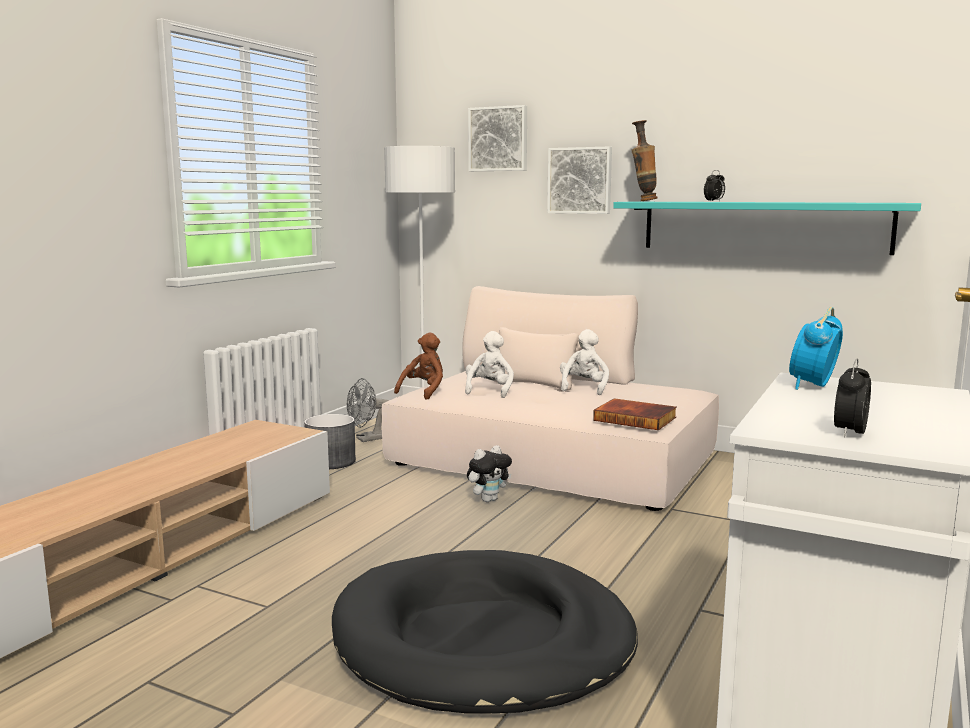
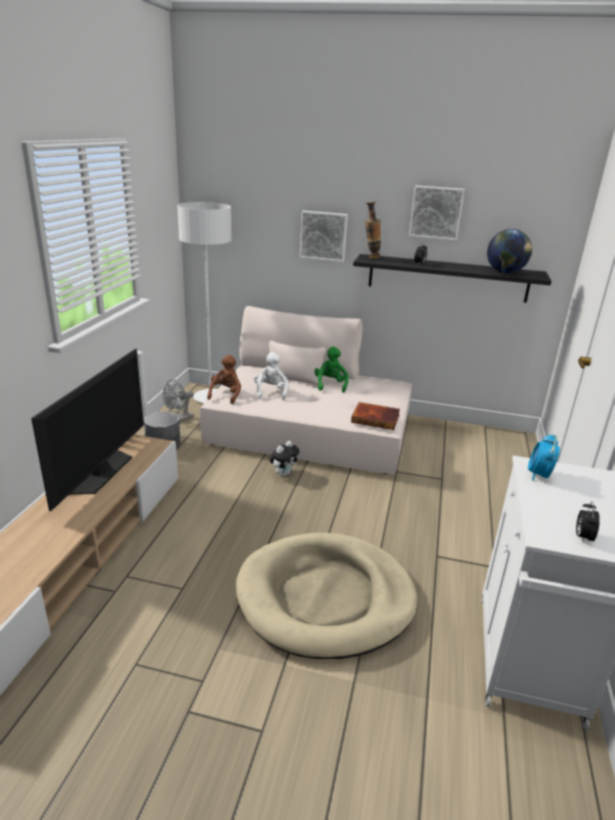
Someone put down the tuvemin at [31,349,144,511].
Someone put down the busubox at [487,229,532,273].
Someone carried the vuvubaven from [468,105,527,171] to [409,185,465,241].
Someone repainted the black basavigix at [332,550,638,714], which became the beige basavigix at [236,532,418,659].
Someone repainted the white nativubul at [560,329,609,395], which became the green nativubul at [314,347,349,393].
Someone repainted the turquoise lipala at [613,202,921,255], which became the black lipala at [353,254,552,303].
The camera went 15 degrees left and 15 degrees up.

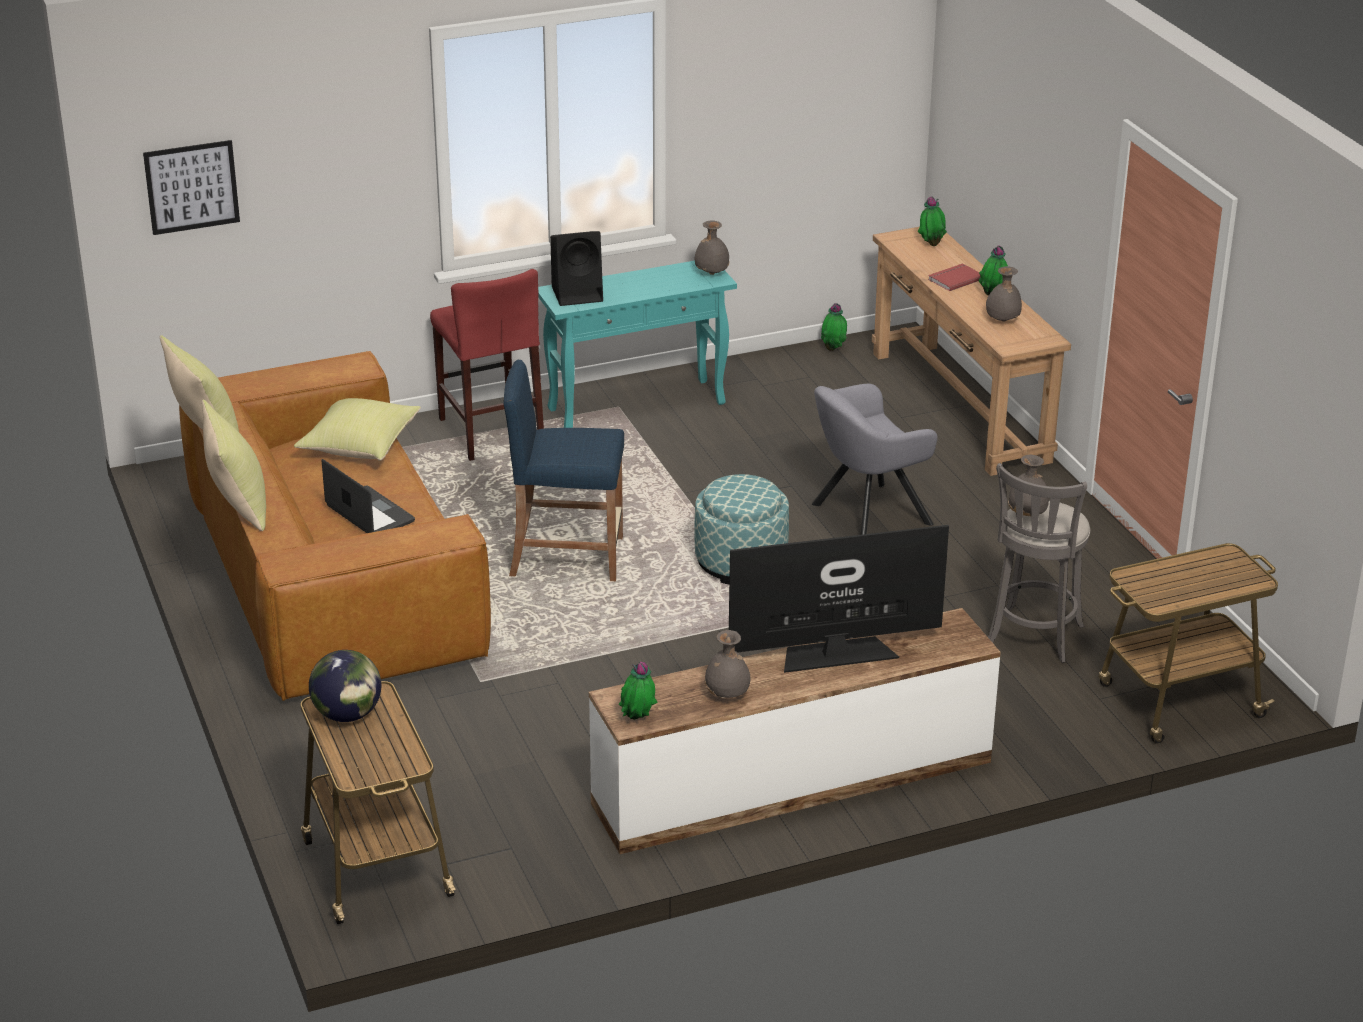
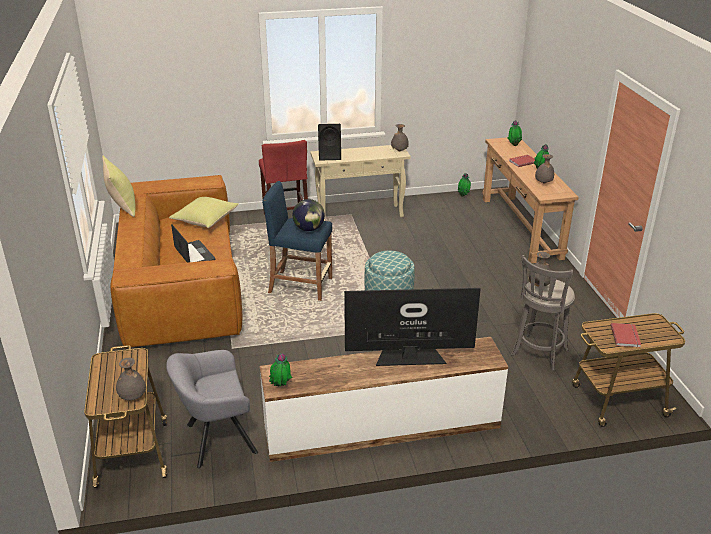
Someone took away the vuvubaven at [143,140,240,235].
Someone took away the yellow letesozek at [202,400,266,531].
Someone put down the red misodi at [611,323,641,348].
Someone carried the busubox from [309,650,381,722] to [293,199,325,231].
Someone carried the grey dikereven from [705,630,751,699] to [116,358,146,400].
Someone carried the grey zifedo from [812,384,938,535] to [166,350,258,468].
Someone repainted the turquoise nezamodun at [538,260,737,428], which became the beige nezamodun at [310,145,411,221].
The camera went 10 degrees right and 0 degrees up.

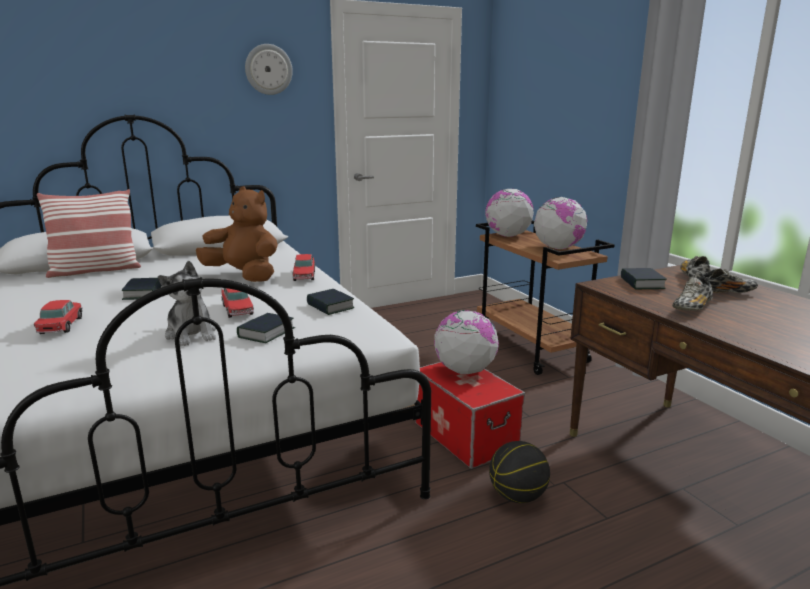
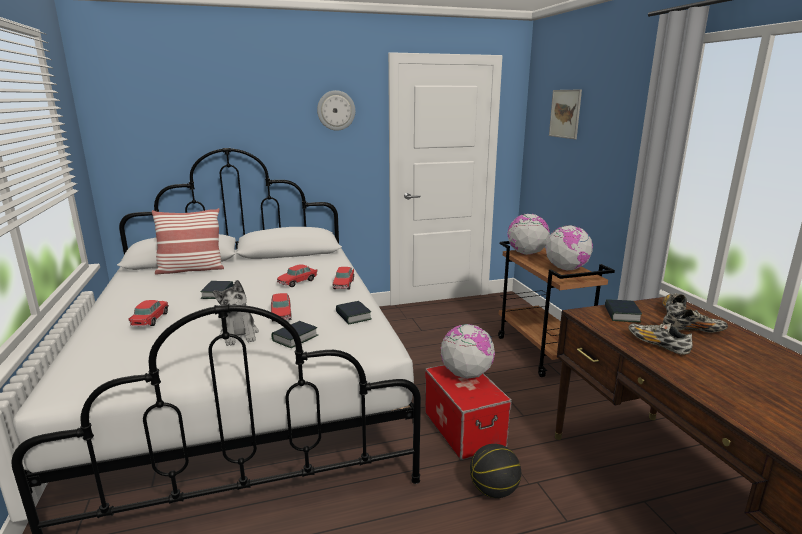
Someone put up the vuvubaven at [549,89,582,139].
Someone swapped the brown nativubul at [196,186,278,282] for the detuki at [277,264,318,287].
Someone rotated the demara at [672,277,713,311] by 90 degrees clockwise.
The camera went 10 degrees right and 0 degrees up.

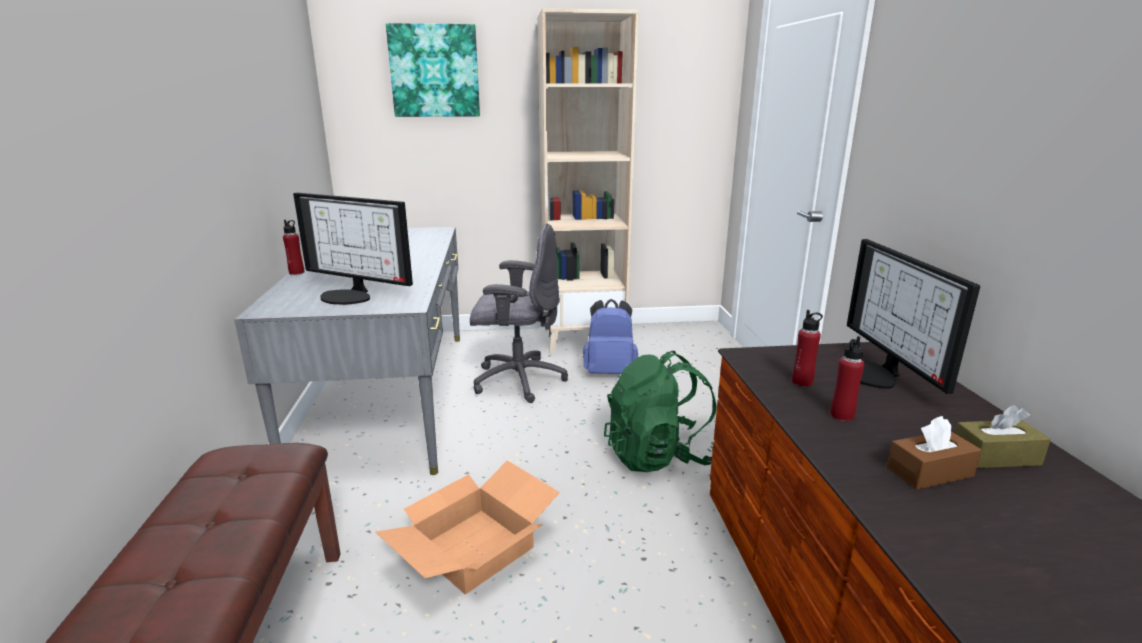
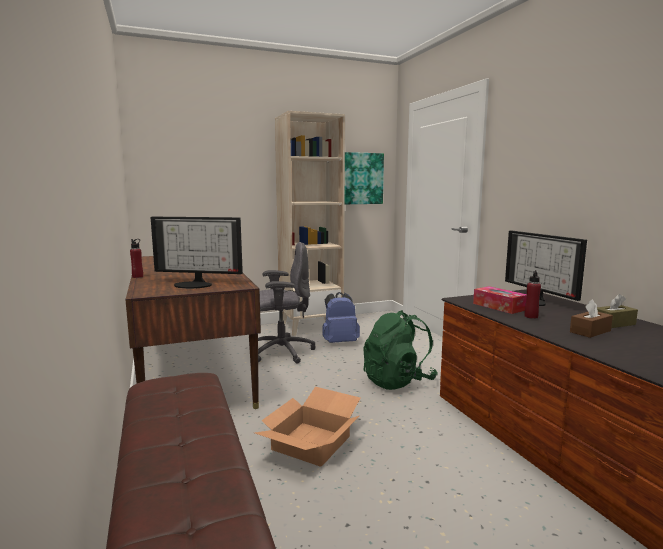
Someone carried the vuvubaven from [386,23,480,117] to [345,152,384,204].
Someone swapped the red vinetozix at [792,310,823,387] for the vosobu at [473,286,527,314].
Someone repainted the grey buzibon at [234,227,460,475], which became the brown buzibon at [125,256,261,409].
The camera went 15 degrees left and 10 degrees down.

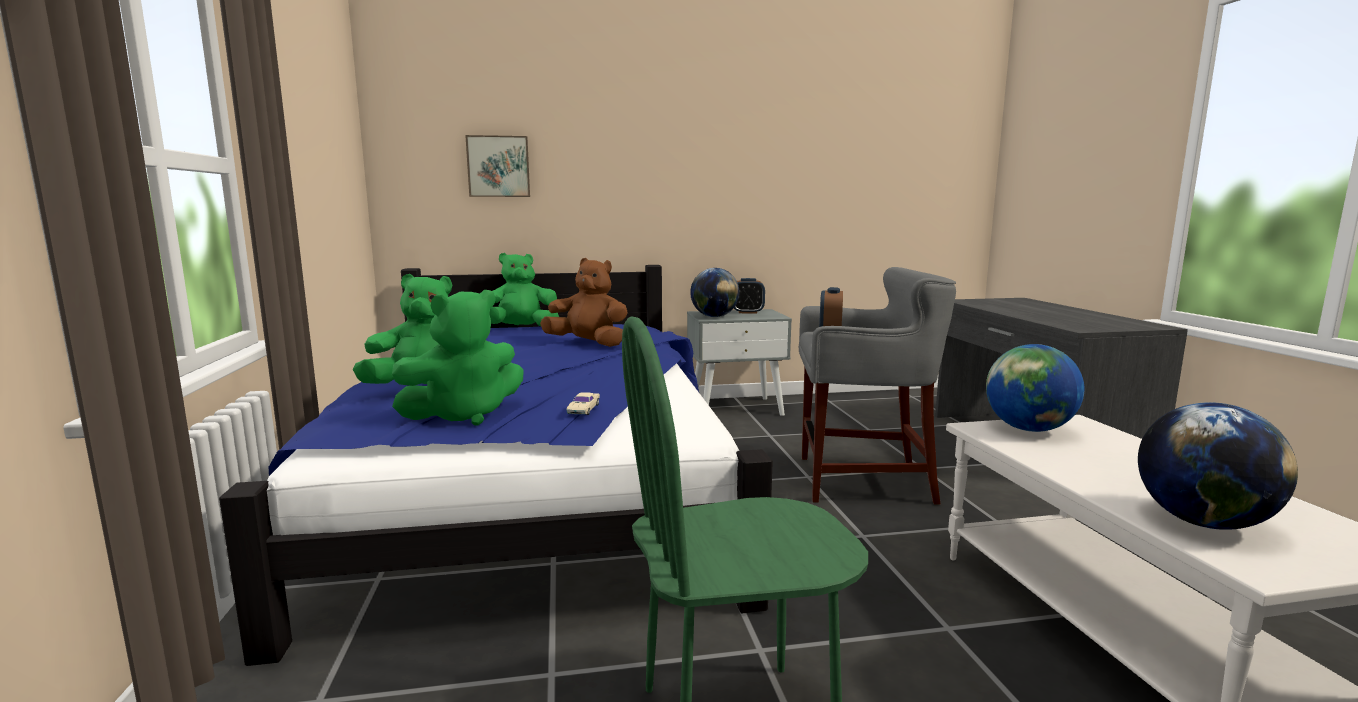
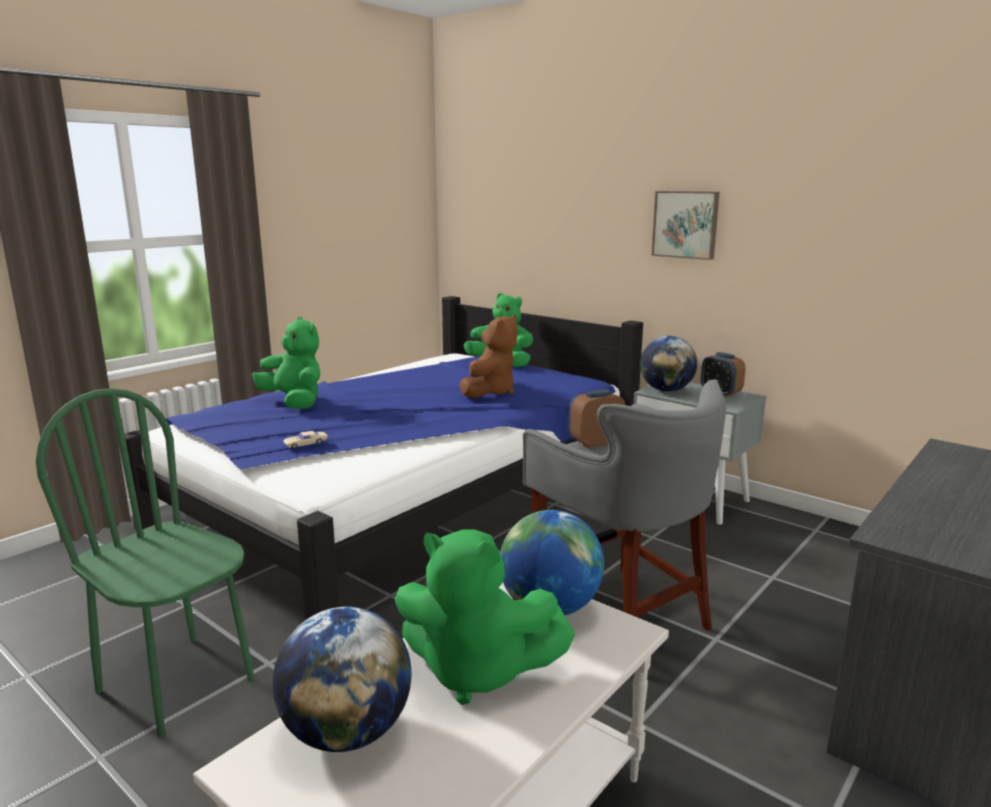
Someone carried the green nativubul from [392,290,524,426] to [394,530,576,705].
Someone carried the vuvubaven from [465,135,530,197] to [652,191,720,260].
Someone rotated the brown nativubul at [540,258,628,347] by 45 degrees clockwise.
The camera went 50 degrees right and 5 degrees up.

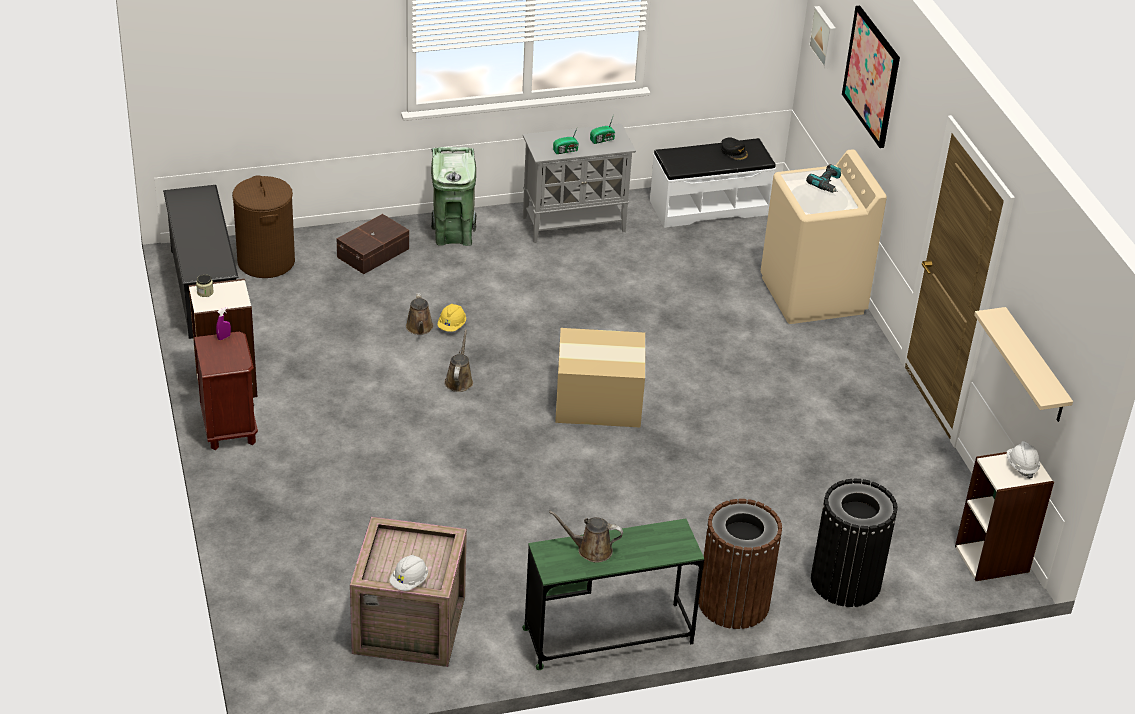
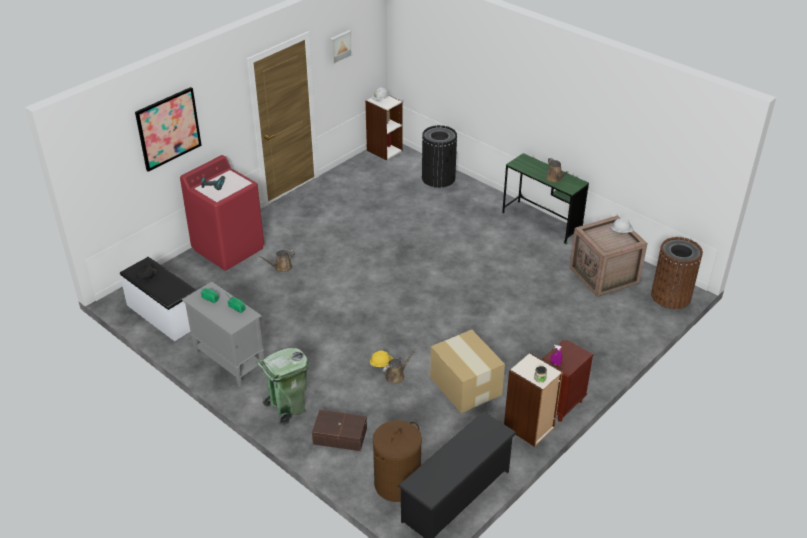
Someone took away the beige lipala at [974,307,1073,422].
Someone carried the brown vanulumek from [444,329,473,392] to [258,250,295,272].
Someone carried the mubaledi from [555,328,645,427] to [430,330,505,413].
Someone carried the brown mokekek from [698,499,782,629] to [651,237,703,309].
Someone carried the vuvubaven from [809,6,836,69] to [330,30,352,65].
Someone repainted the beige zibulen at [761,149,887,324], which became the red zibulen at [180,155,264,271].
The camera went 120 degrees left and 0 degrees up.

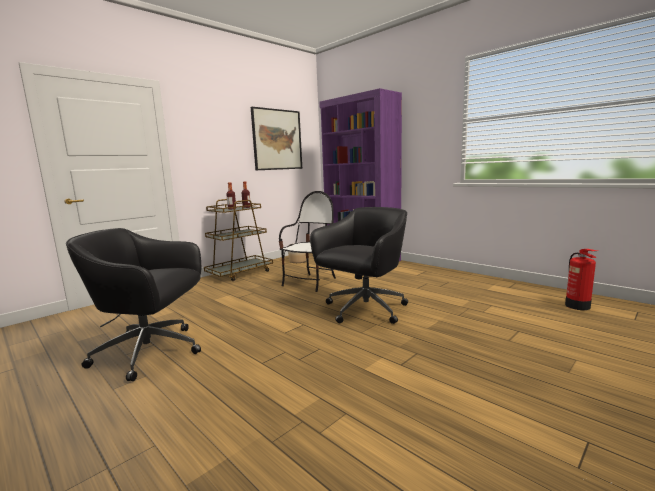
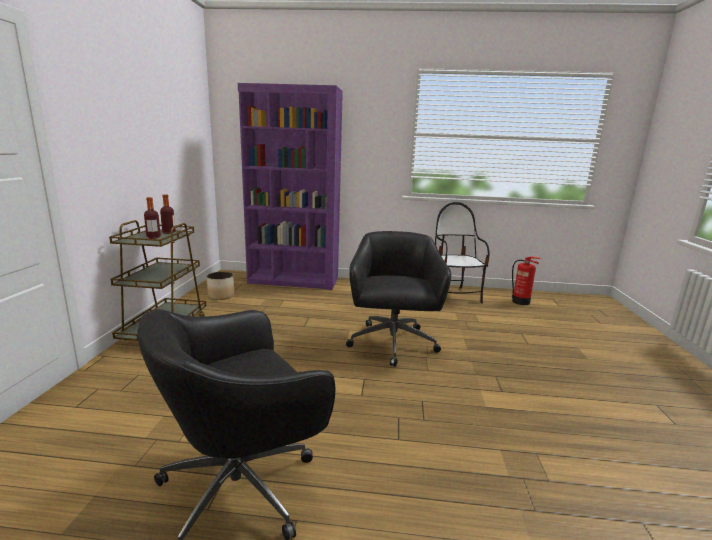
Someone took away the vuvubaven at [251,107,302,170].
Someone carried the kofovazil from [279,191,336,292] to [435,202,489,304].
The camera went 40 degrees left and 5 degrees up.

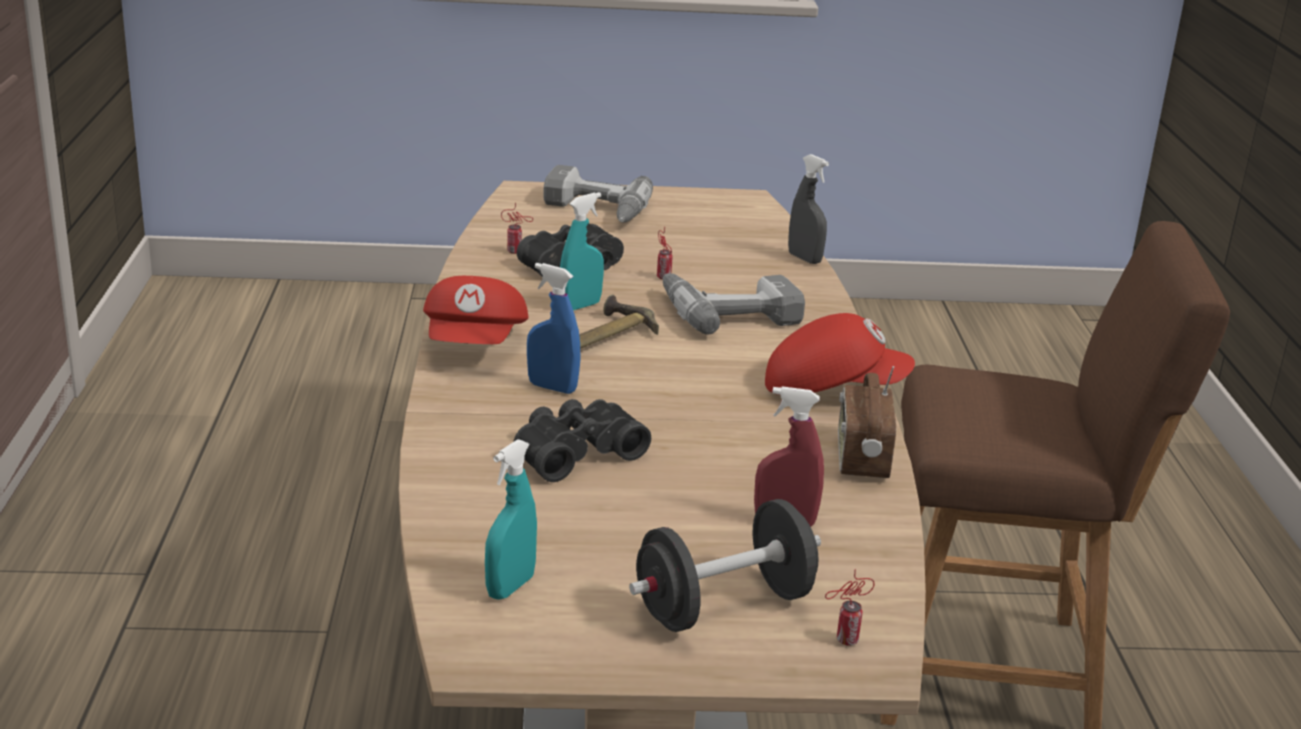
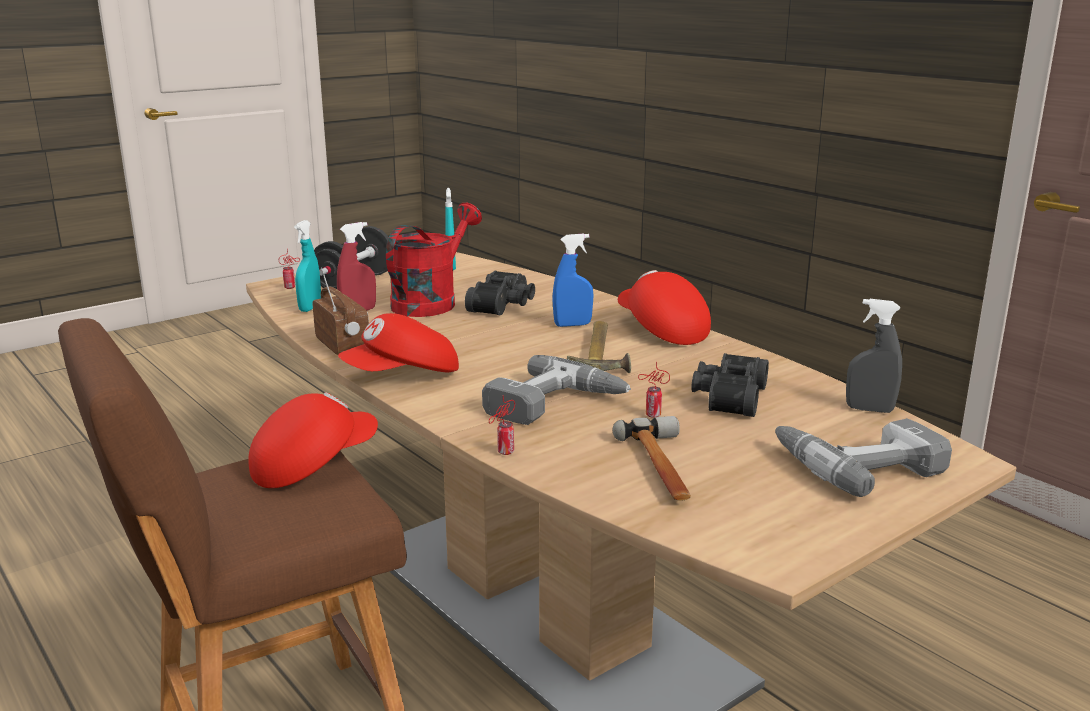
Someone put down the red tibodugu at [248,392,378,488].
Someone put down the red vanulumek at [386,203,482,317].
Someone put down the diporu at [613,416,691,501].
Someone carried the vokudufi from [501,202,533,254] to [489,396,515,455].
Someone carried the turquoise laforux from [560,192,604,310] to [294,220,321,312].
Someone carried the grey laforux from [788,154,829,264] to [846,299,902,413].
The camera went 145 degrees right and 5 degrees down.

